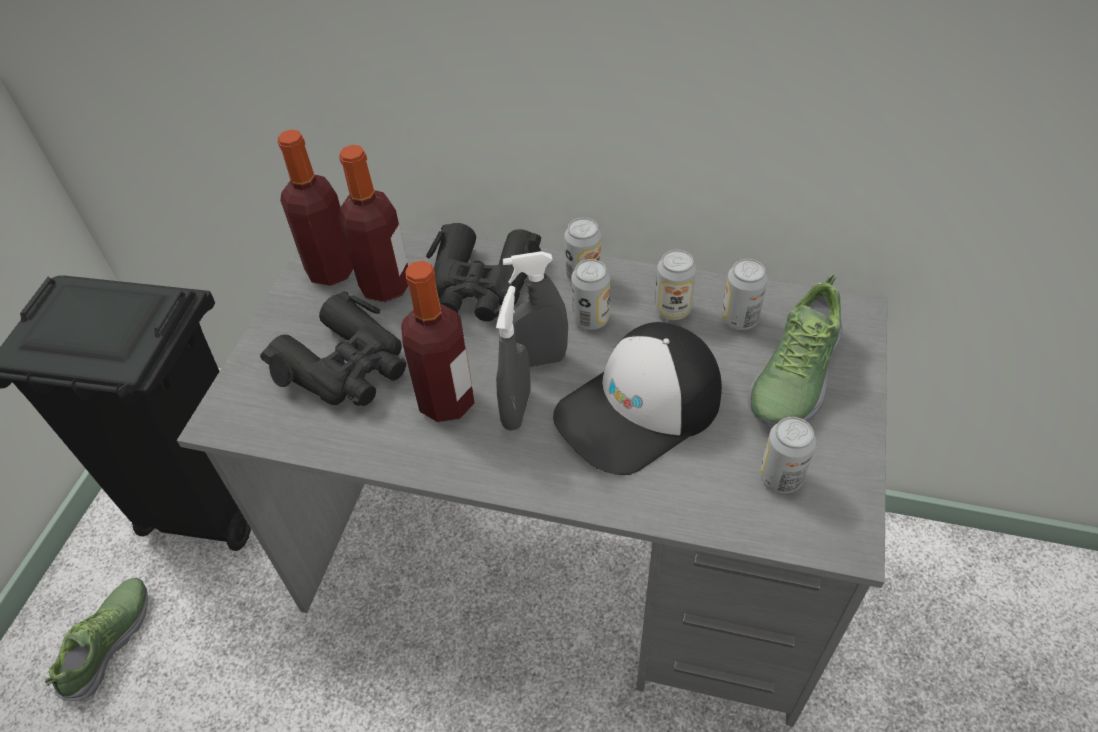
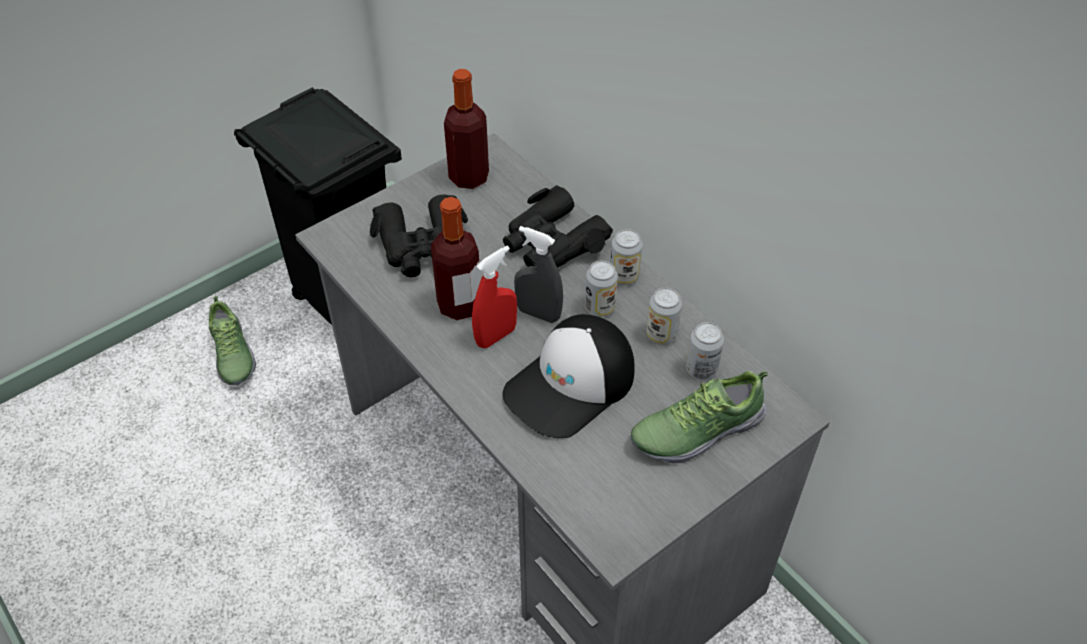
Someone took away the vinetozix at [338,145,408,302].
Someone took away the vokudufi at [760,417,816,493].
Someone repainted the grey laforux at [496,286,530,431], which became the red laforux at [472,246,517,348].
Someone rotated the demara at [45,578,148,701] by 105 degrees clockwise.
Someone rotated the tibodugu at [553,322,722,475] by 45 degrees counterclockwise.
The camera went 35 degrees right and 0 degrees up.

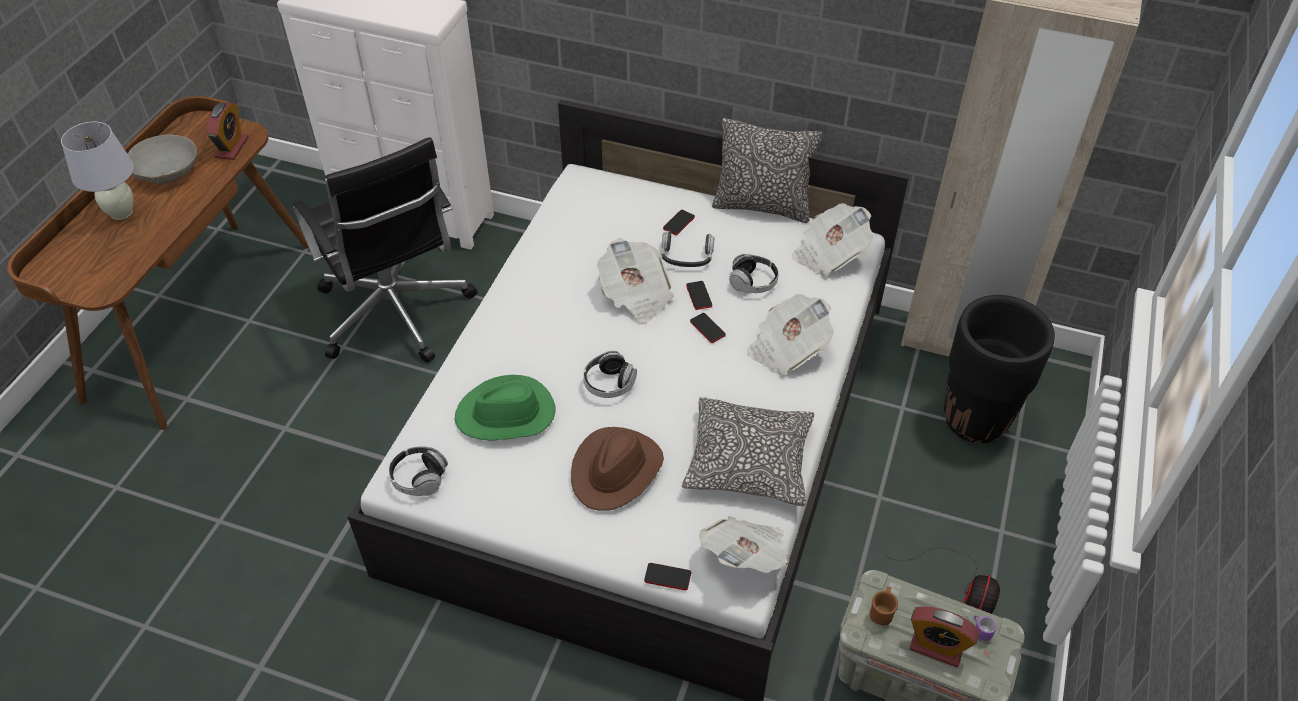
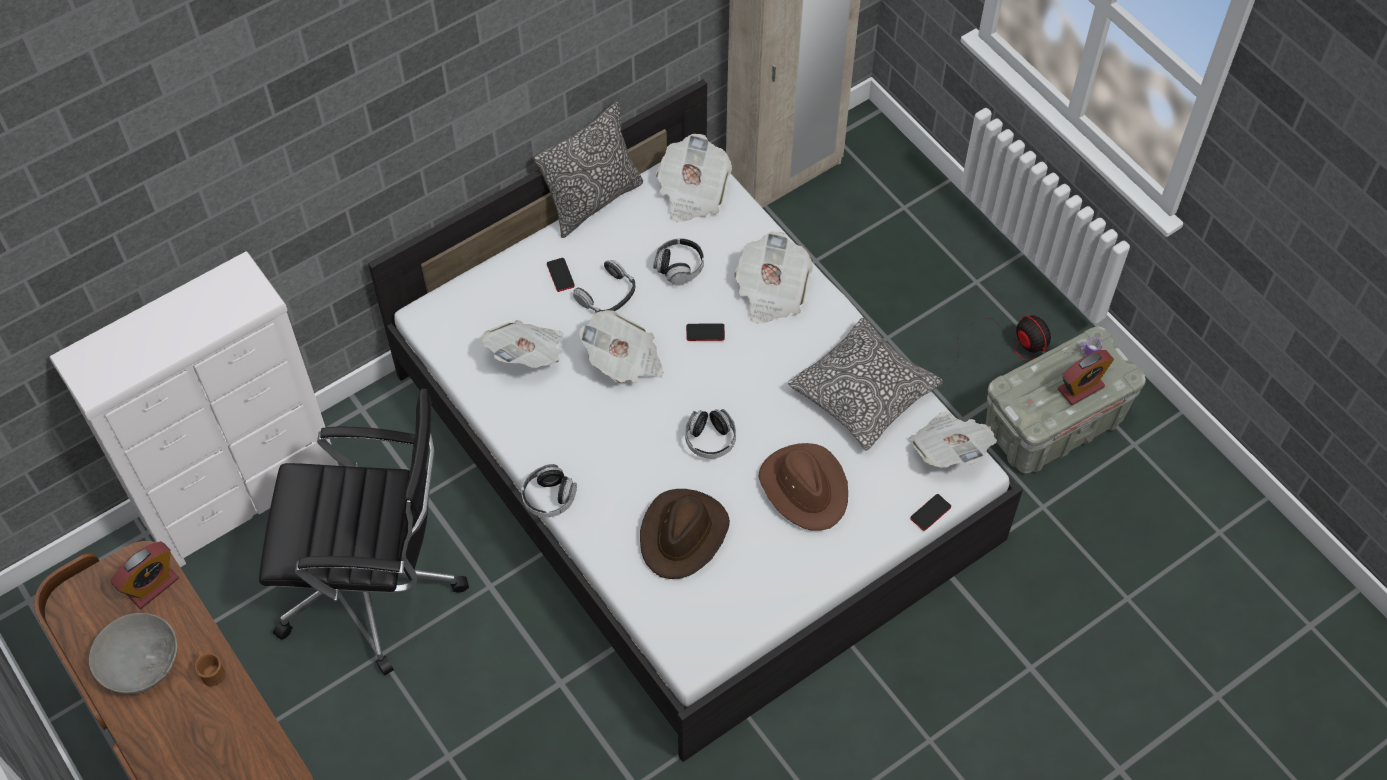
Someone took away the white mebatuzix at [61,122,134,220].
Someone took away the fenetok at [686,281,712,310].
Someone took away the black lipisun at [944,295,1055,443].
Someone put down the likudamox at [482,320,564,368].
Someone carried the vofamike from [389,446,448,496] to [521,464,577,517].
Someone carried the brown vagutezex from [870,586,898,625] to [194,649,226,686].
Someone repainted the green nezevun at [454,375,555,441], which became the brown nezevun at [640,489,730,579].
Someone rotated the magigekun at [206,102,249,160] by 90 degrees clockwise.
The camera went 55 degrees left and 10 degrees up.

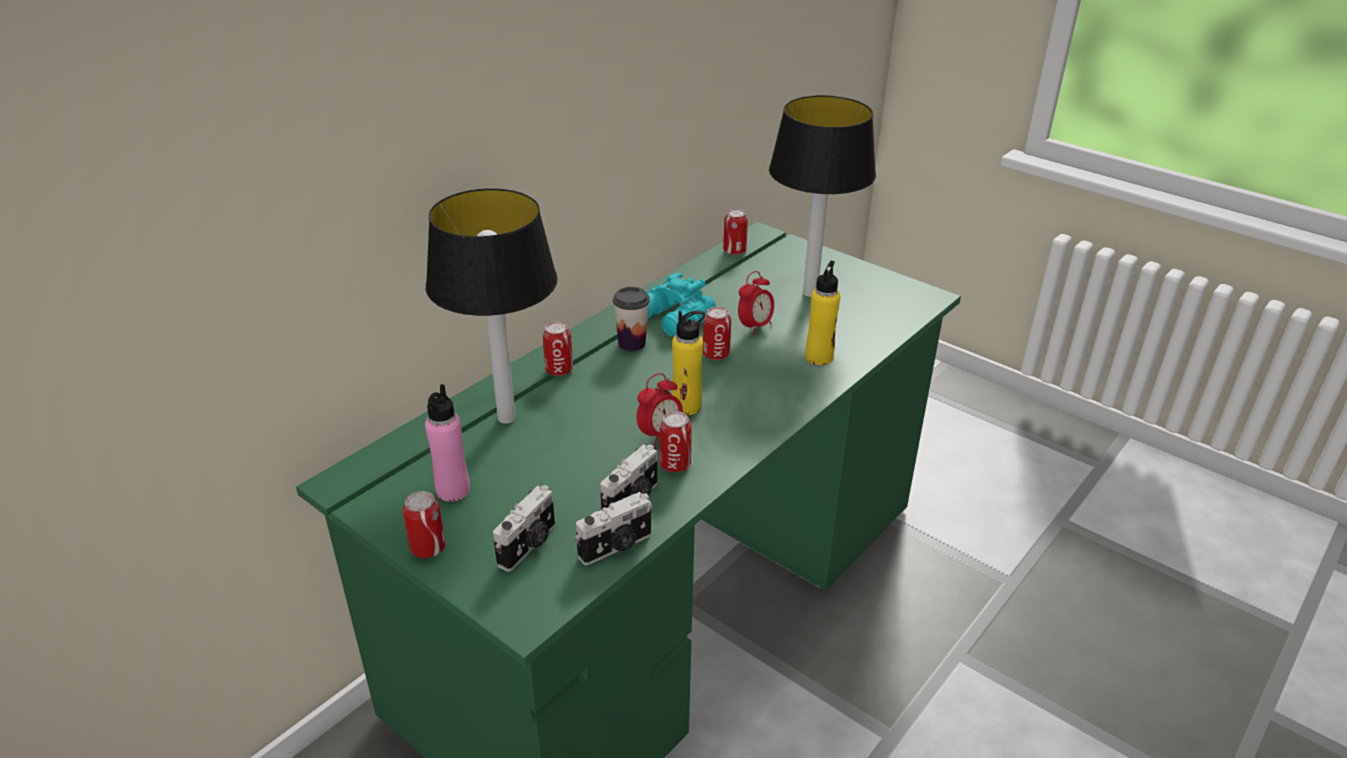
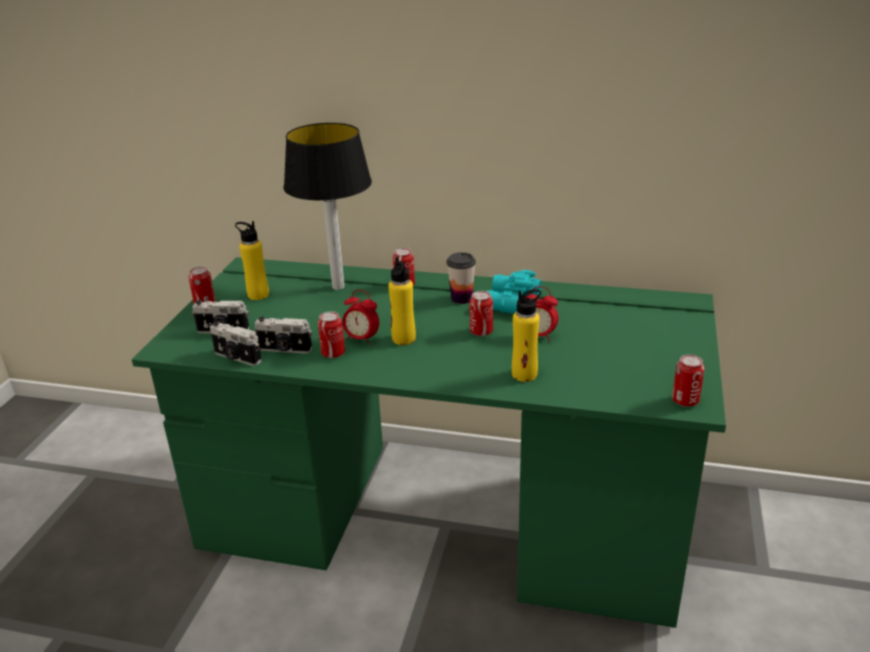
Someone took away the mebatuzix at [769,95,876,297].
Someone carried the vokudufi from [723,209,748,255] to [672,354,705,407].
Someone repainted the pink vinetozix at [425,384,470,502], which became the yellow vinetozix at [235,221,269,300].
The camera went 65 degrees right and 5 degrees down.

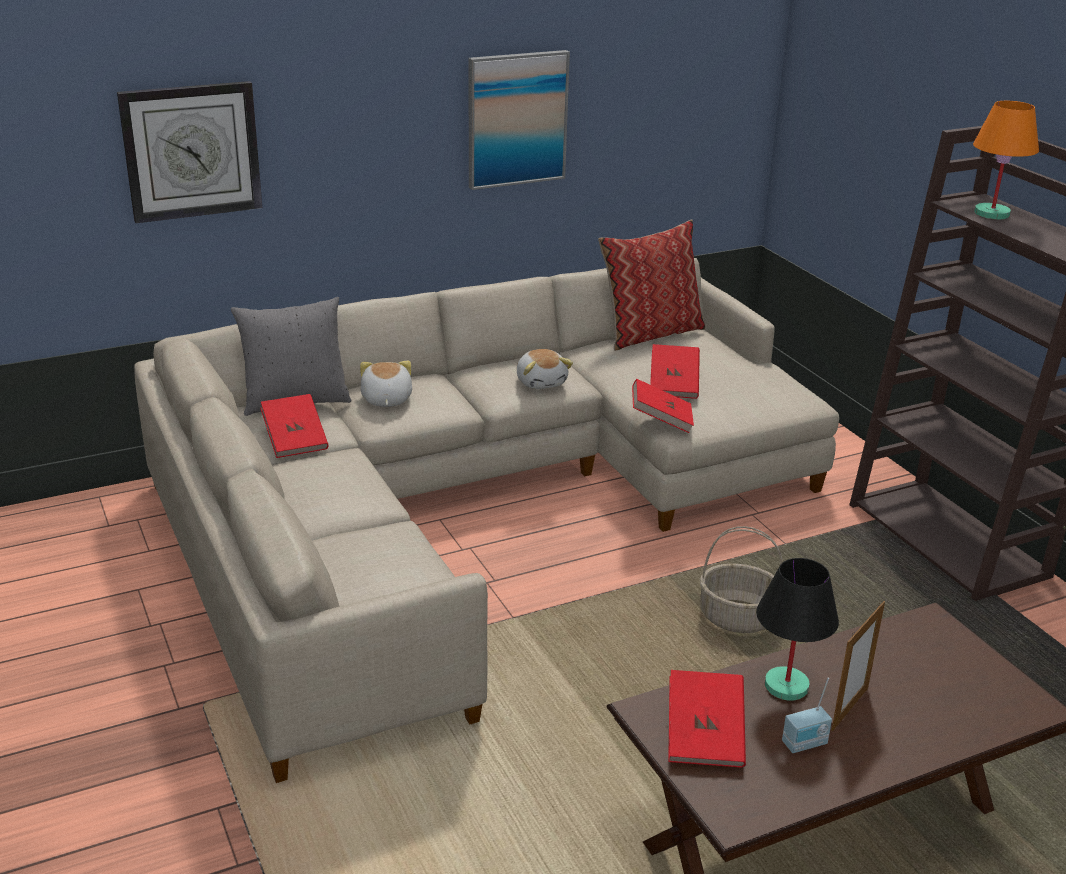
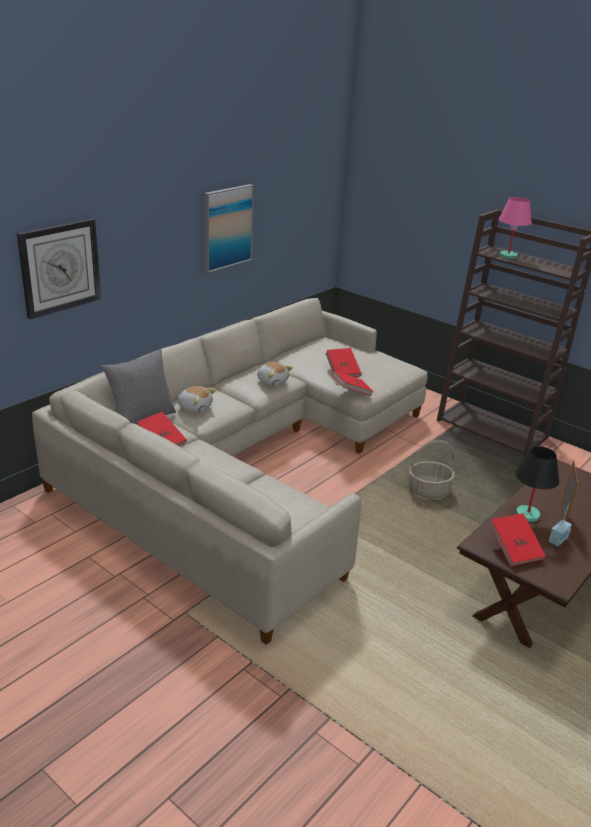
Someone took away the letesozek at [598,219,705,351].
Someone repainted the orange mebatuzix at [973,101,1039,219], which became the pink mebatuzix at [498,197,532,259].
Someone rotated the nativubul at [360,361,412,407] by 150 degrees clockwise.
The camera went 25 degrees left and 0 degrees up.

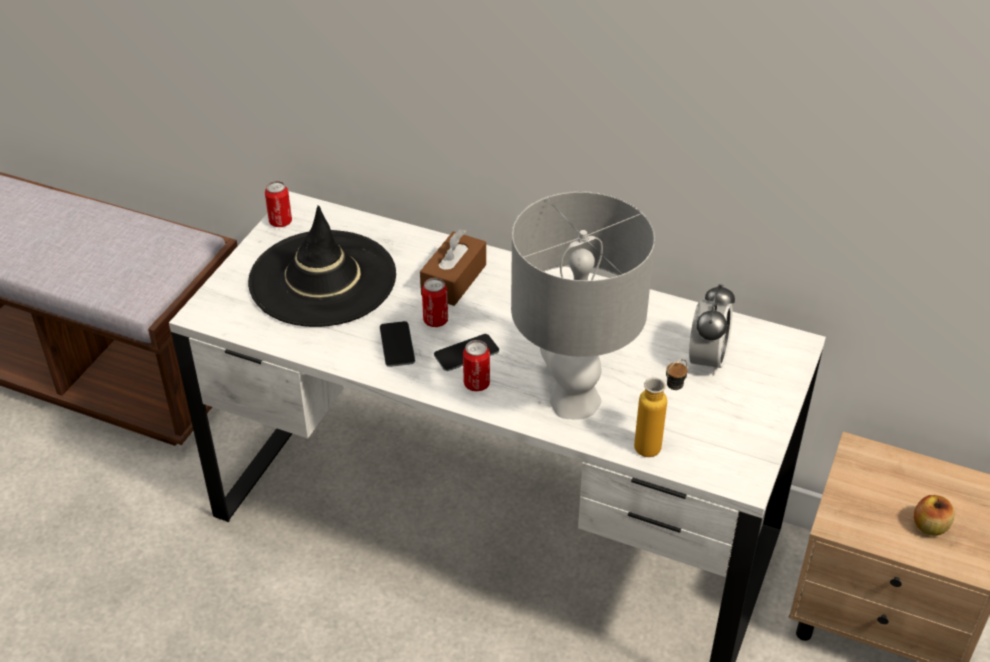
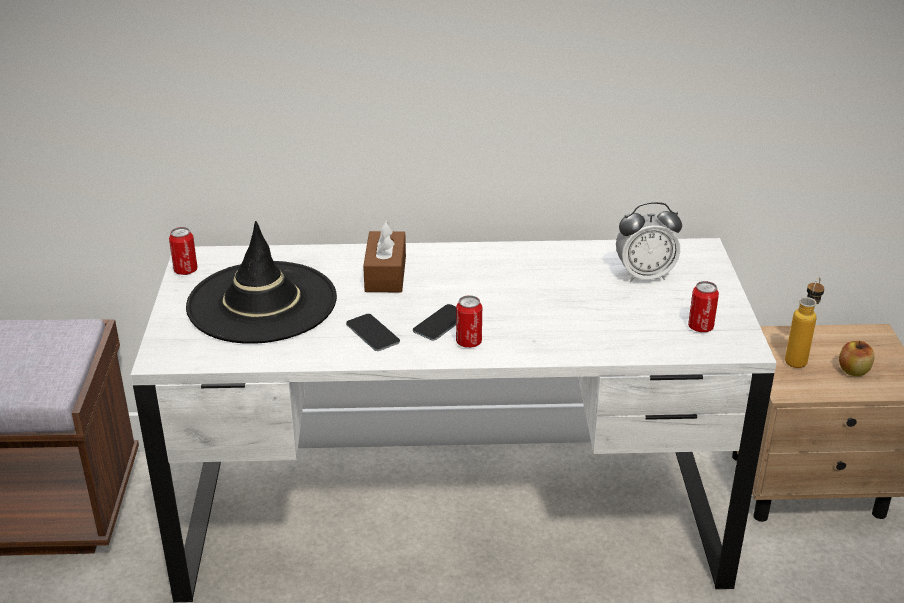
Someone took away the grey mebatuzix at [511,191,655,419].
Someone carried the vokudufi from [422,278,448,327] to [688,281,719,332].
Someone carried the vinetozix from [634,359,687,457] to [785,277,825,368].
Someone rotated the magigekun at [689,284,735,375] by 90 degrees clockwise.
The camera went 25 degrees left and 10 degrees down.

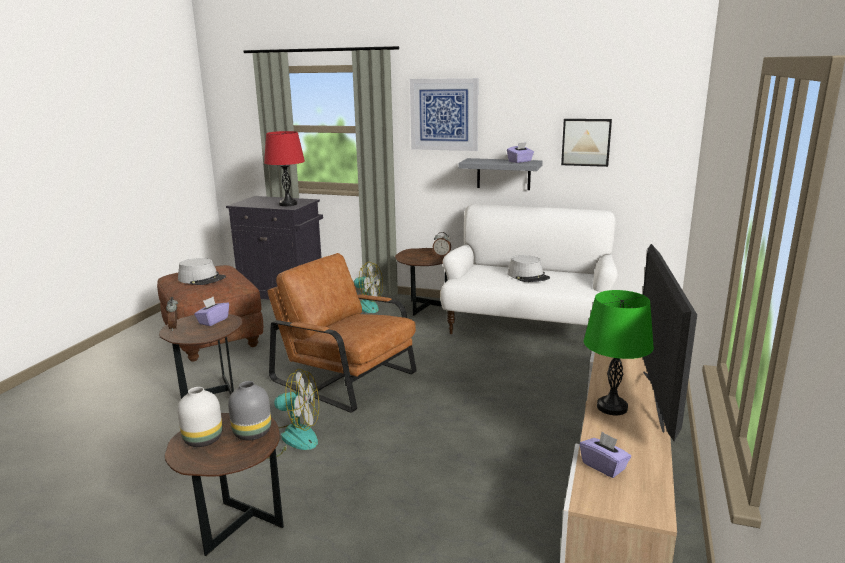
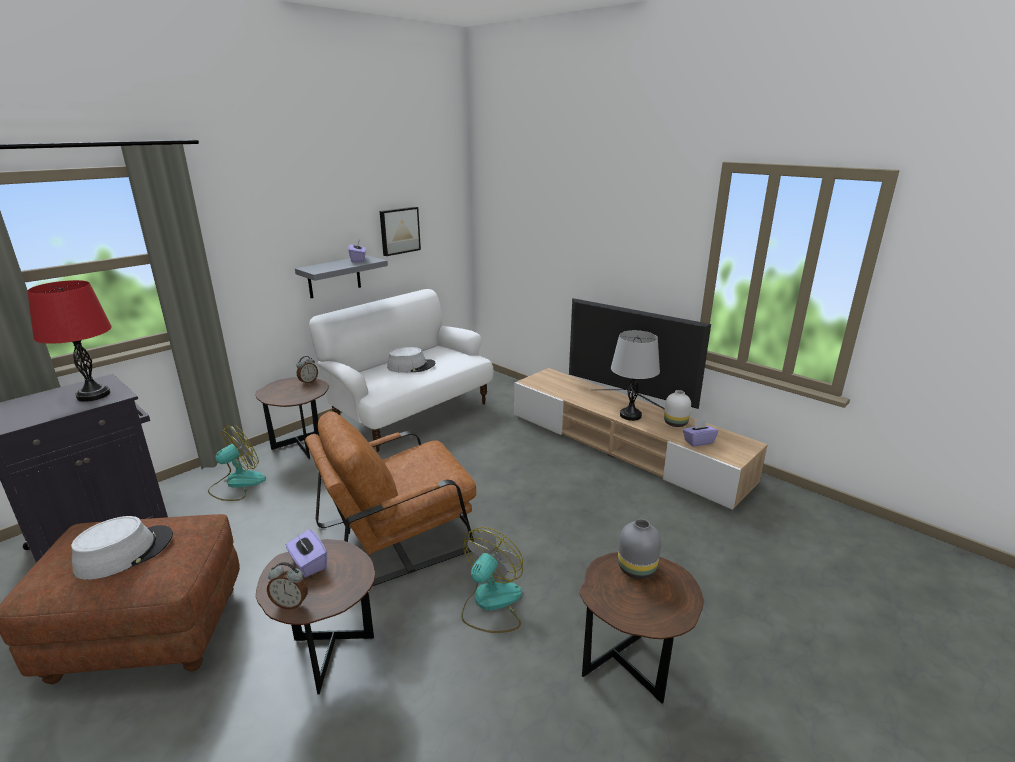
Someone took away the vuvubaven at [410,78,478,151].
Someone carried the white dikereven from [177,387,223,447] to [664,390,691,427].
Someone repainted the green mebatuzix at [584,290,654,415], which became the grey mebatuzix at [611,330,660,421].
The camera went 65 degrees left and 5 degrees up.

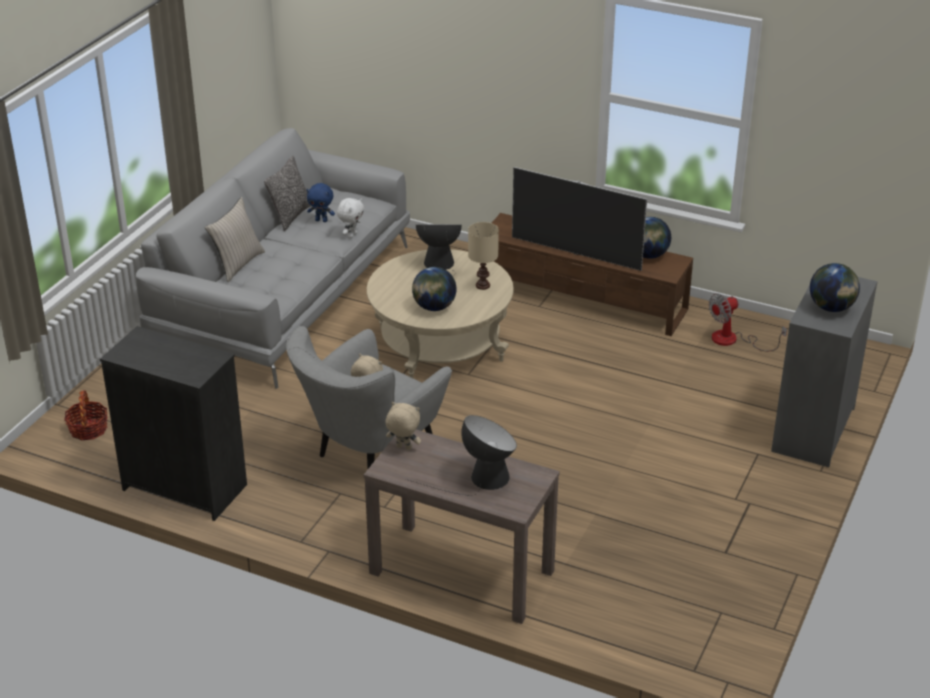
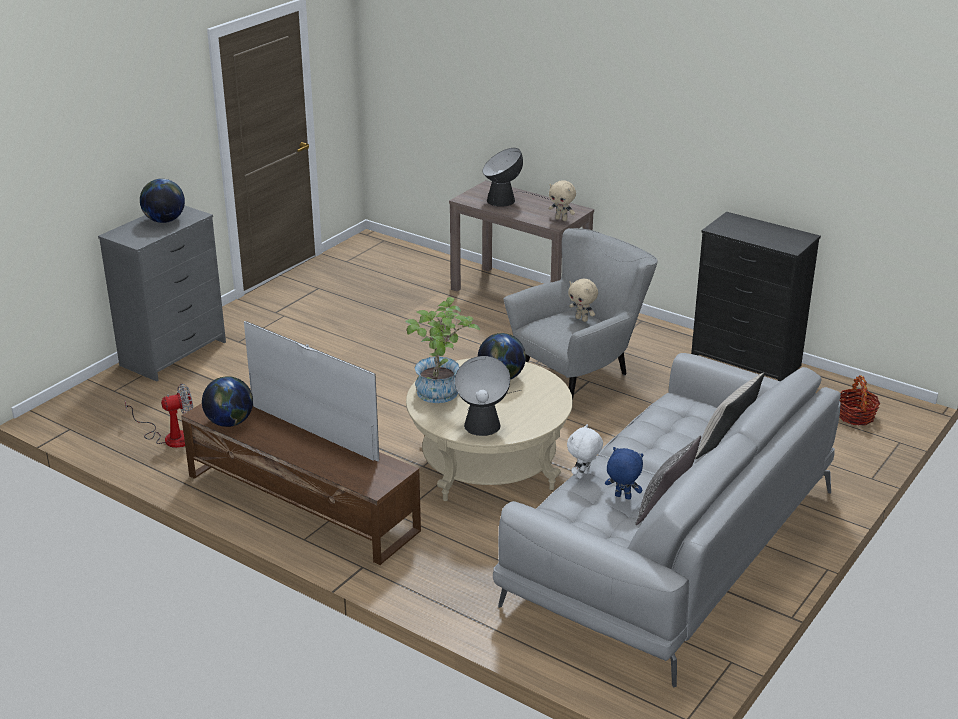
Someone swapped the beige mebatuzix at [468,222,499,290] for the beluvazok at [405,297,480,403].
The camera went 170 degrees left and 5 degrees down.

